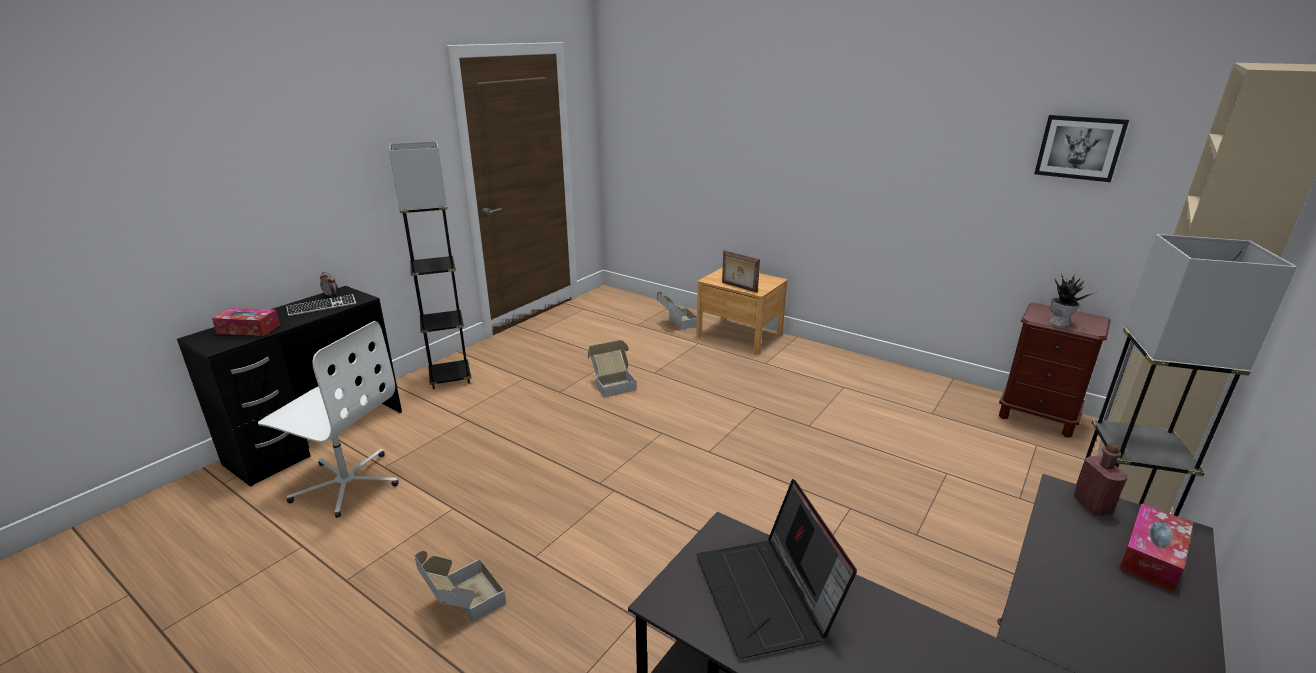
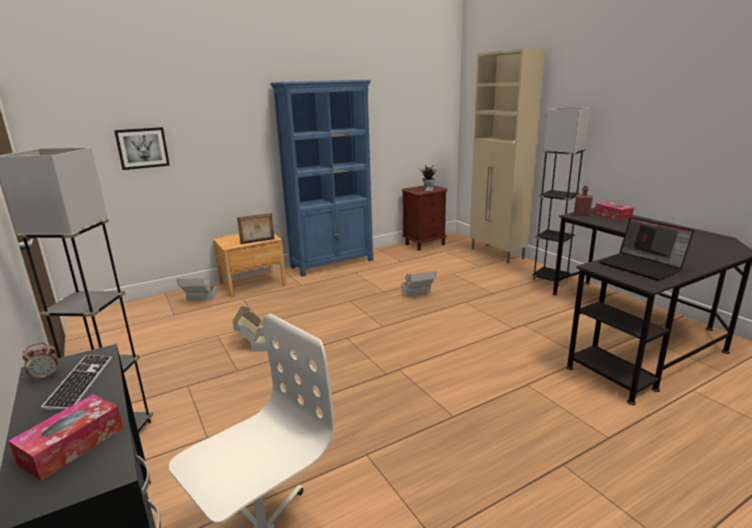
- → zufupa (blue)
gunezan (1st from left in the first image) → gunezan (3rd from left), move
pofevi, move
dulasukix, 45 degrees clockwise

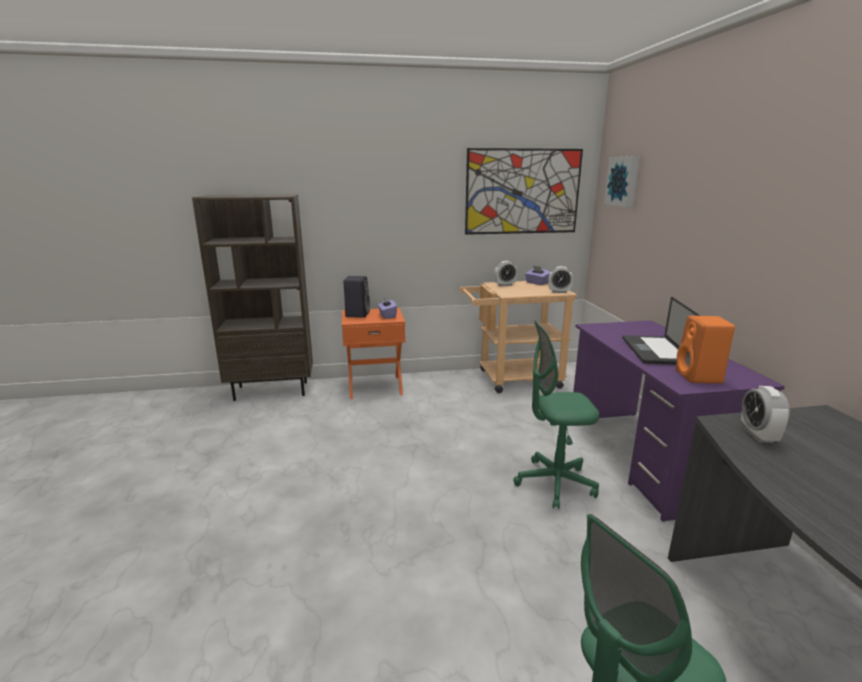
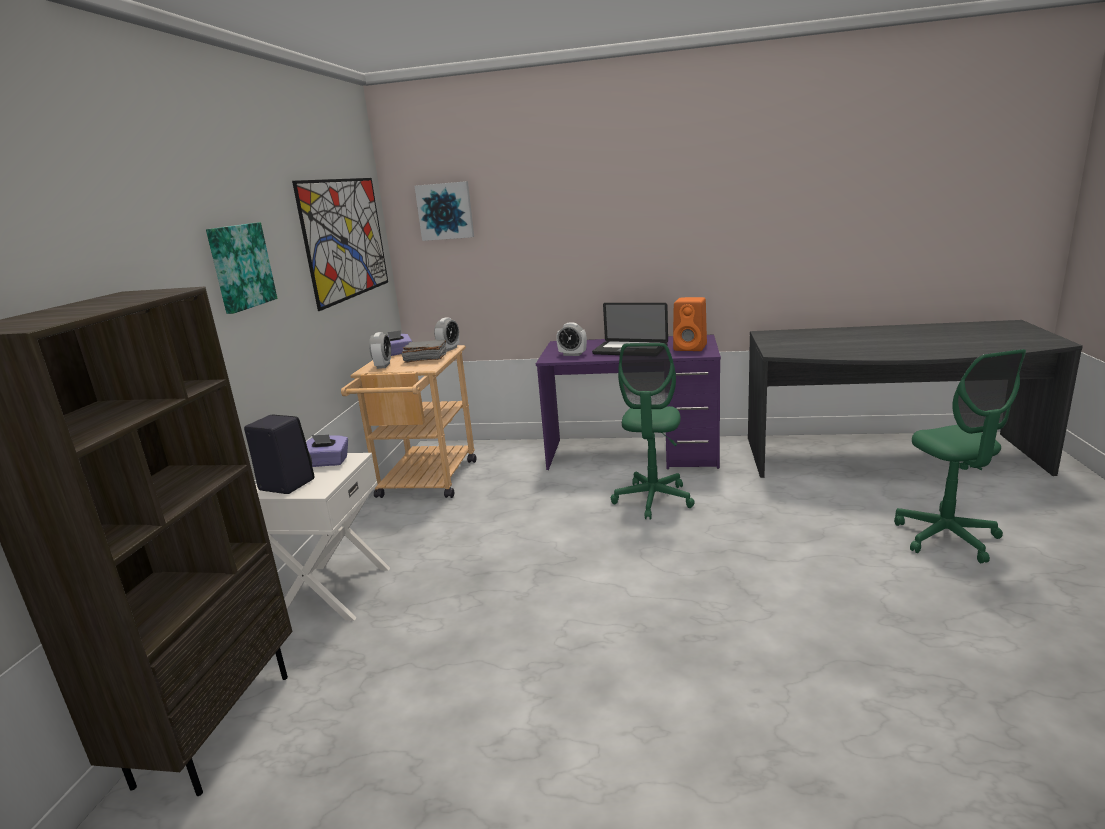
- → pofevi (1st from left)
- → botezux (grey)
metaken (3rd from left), move
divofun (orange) → divofun (white)

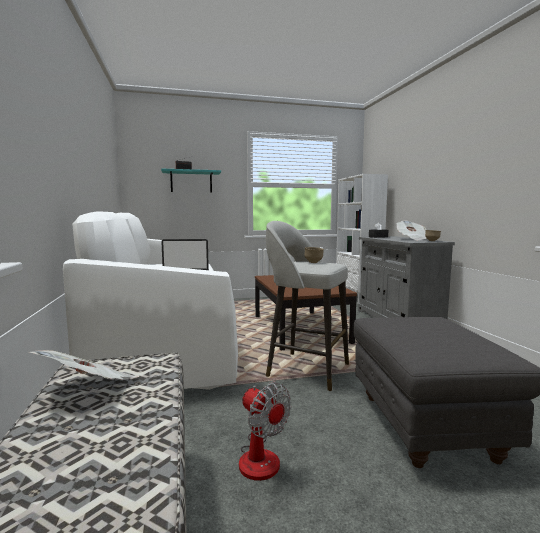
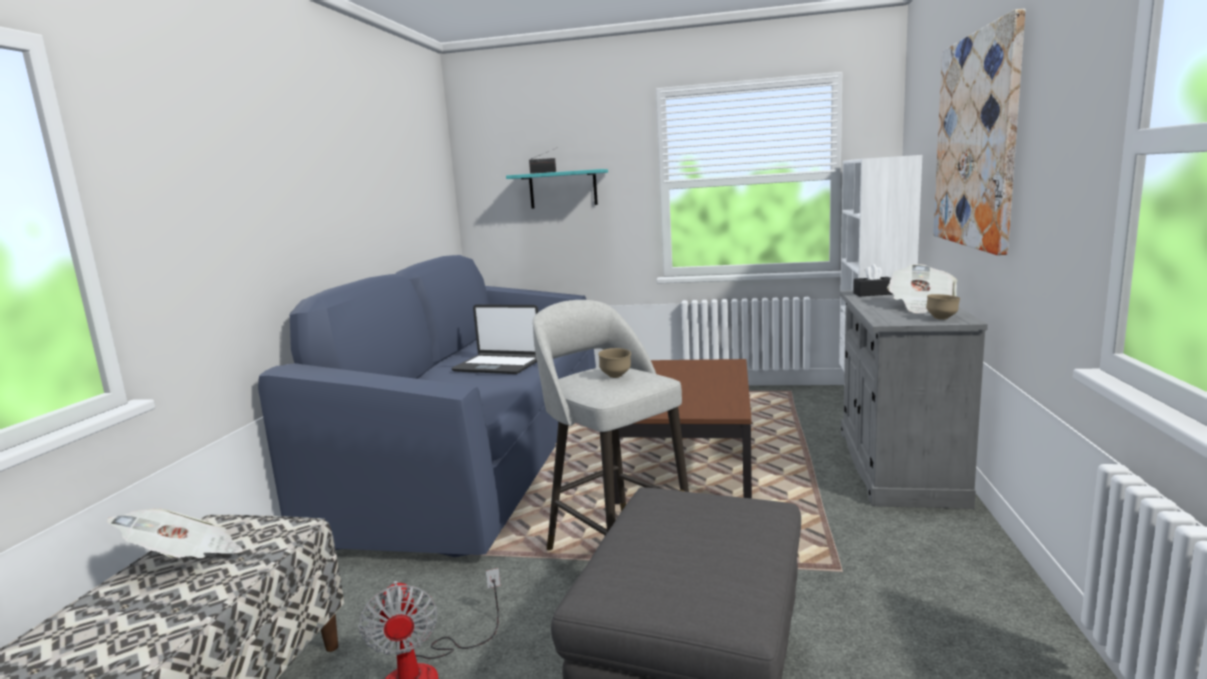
- → pofevi
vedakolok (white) → vedakolok (blue)

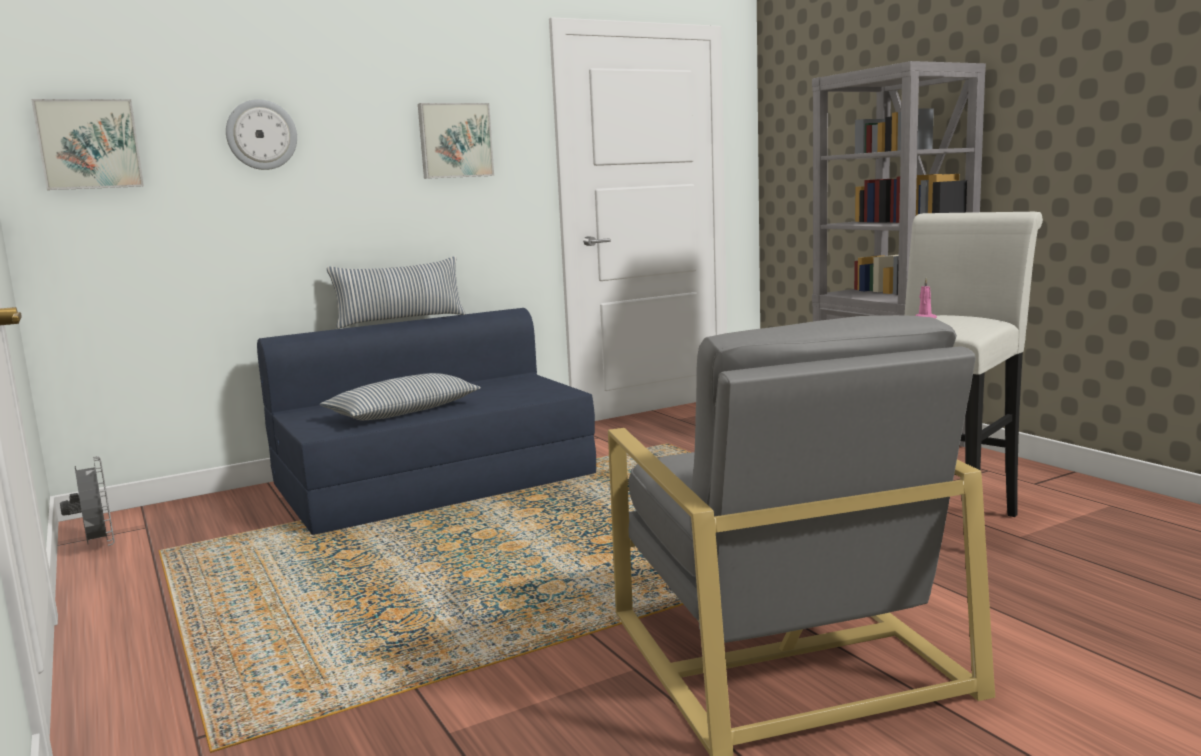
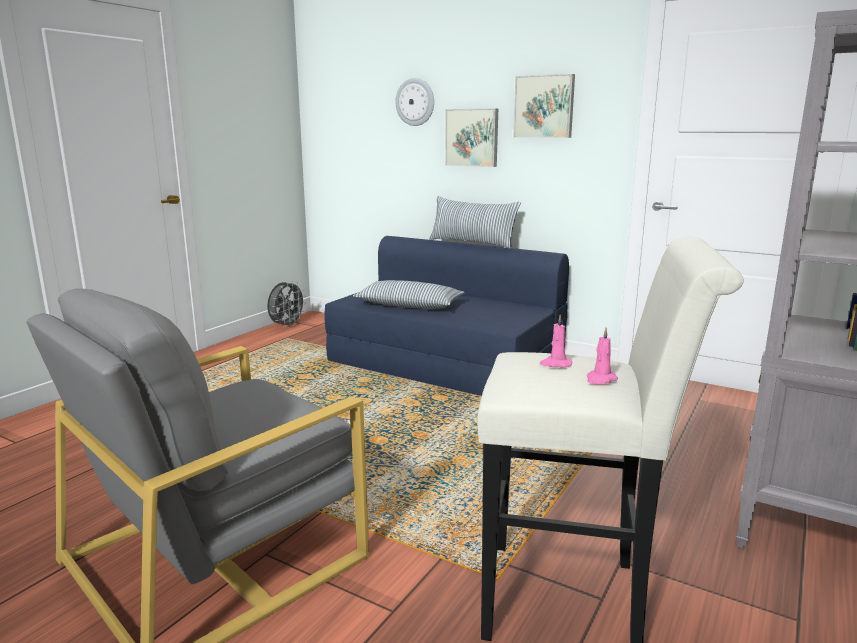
- → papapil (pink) (2nd from left)
pofevi (1st from left), move

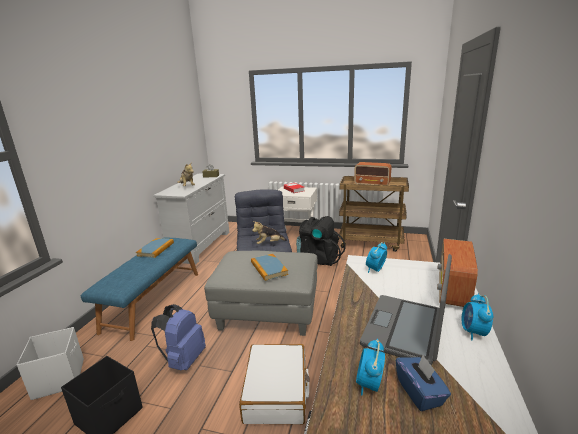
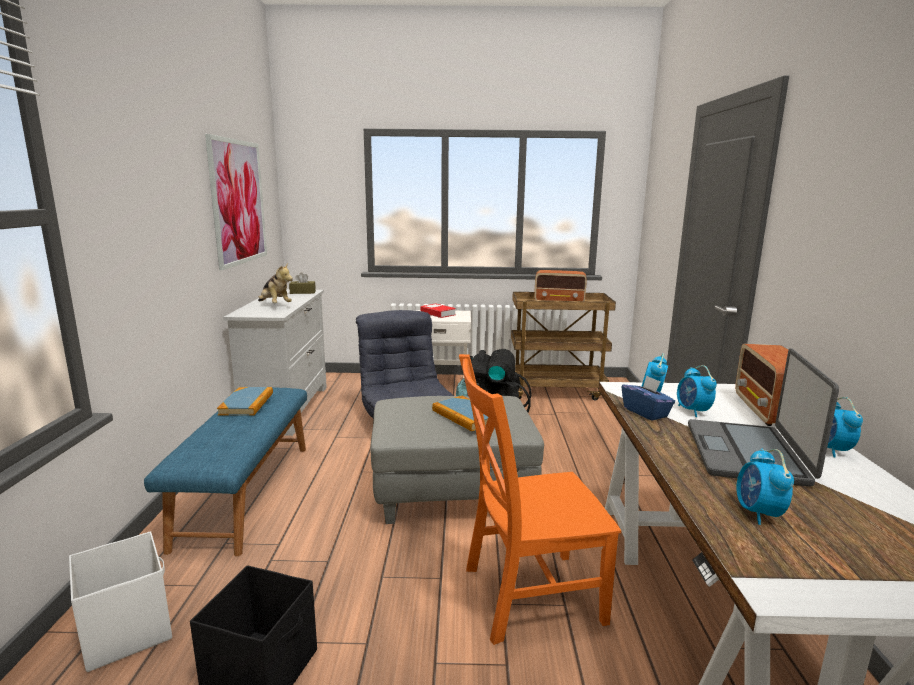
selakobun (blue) → -
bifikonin (2nd from left) → -
- → pofevi
- → metaken (2nd from left)
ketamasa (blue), move
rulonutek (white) → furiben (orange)

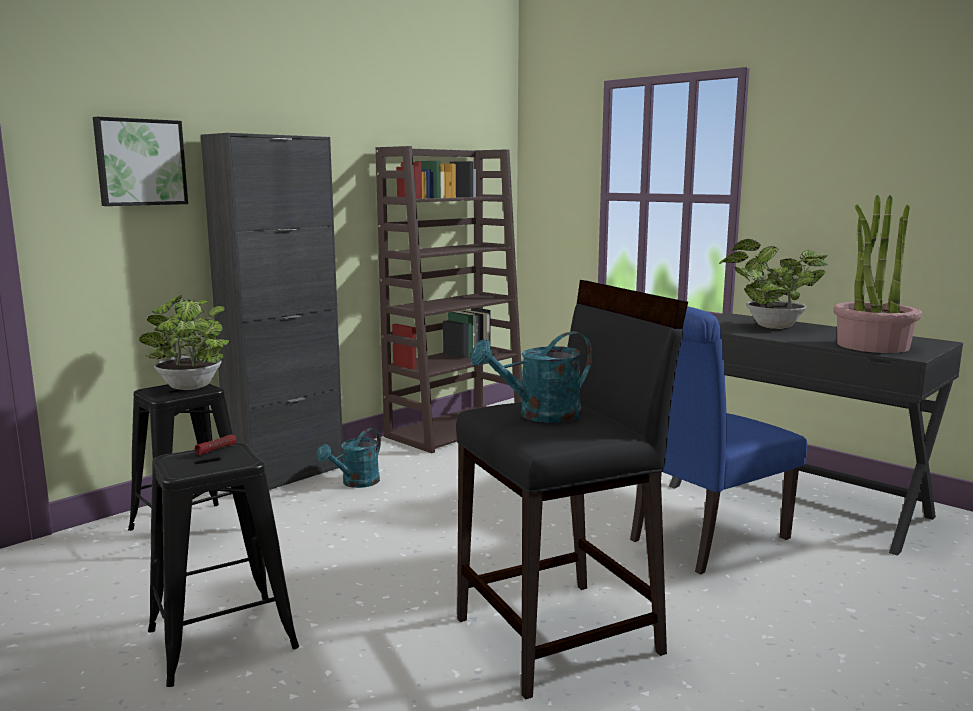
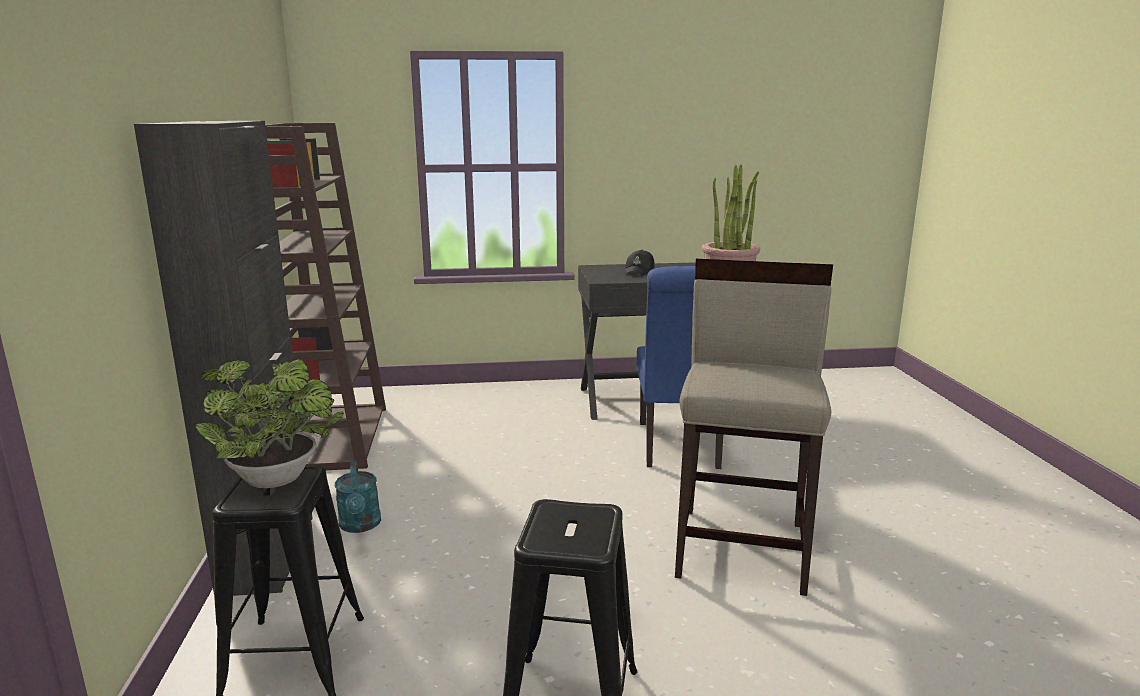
pofevi → -
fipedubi → -
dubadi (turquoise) (2nd from left) → -
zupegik (2nd from left) → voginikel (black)
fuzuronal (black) (3rd from left) → fuzuronal (beige)

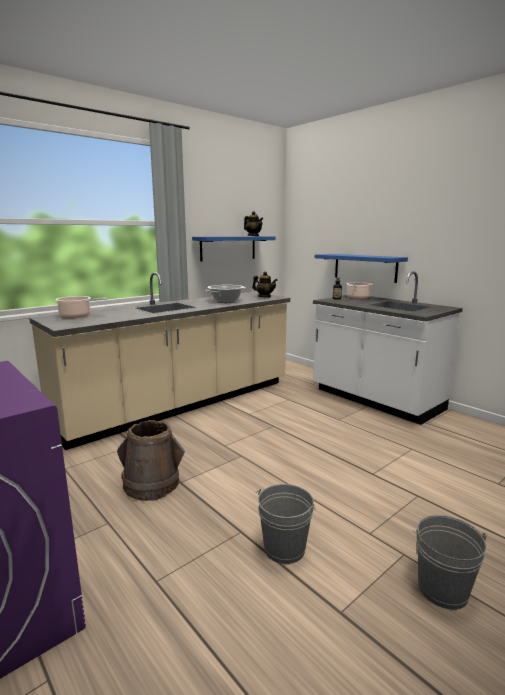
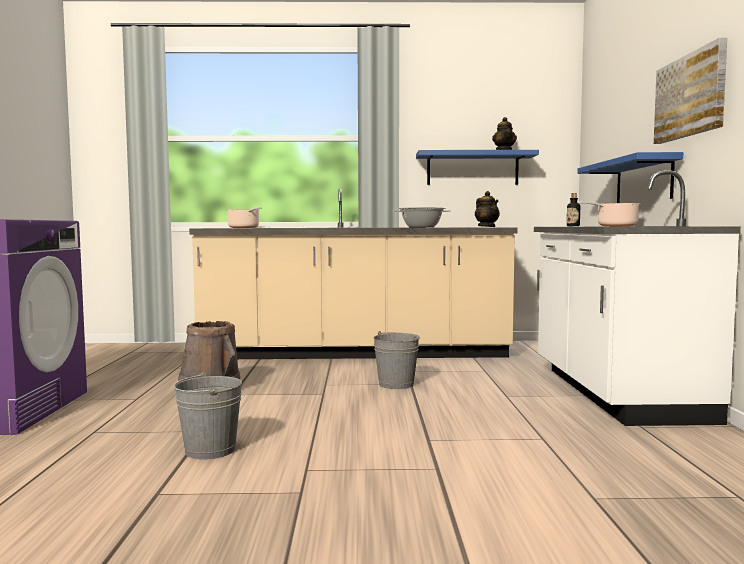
- → pofevi
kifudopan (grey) (2nd from left), move

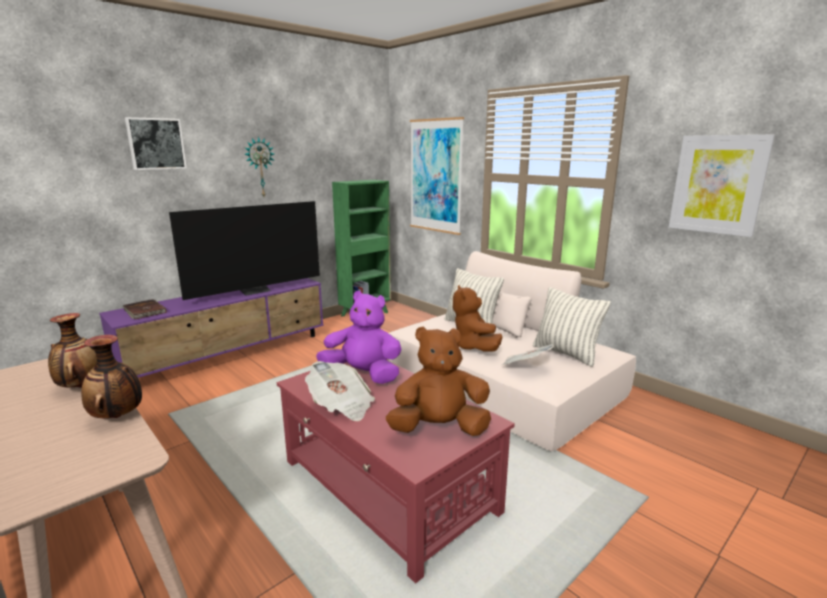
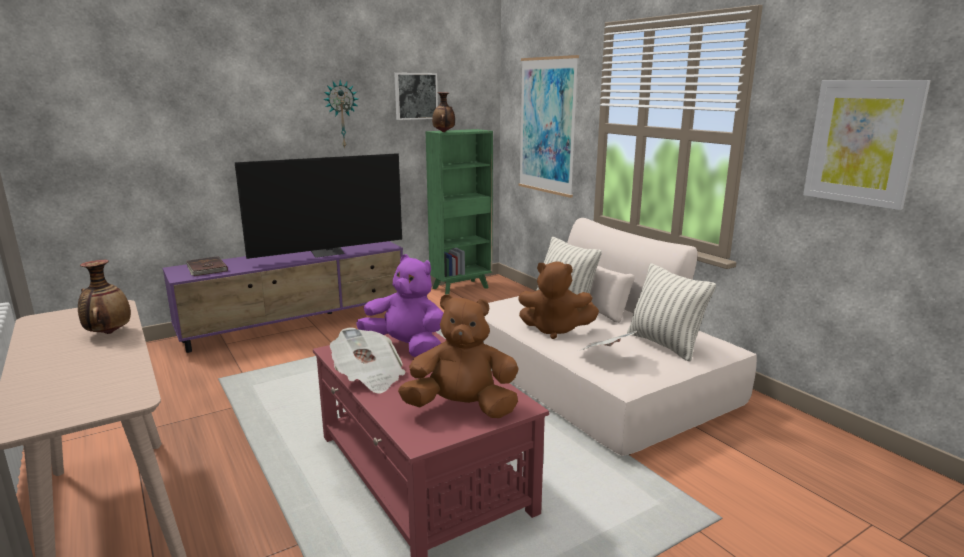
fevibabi (2nd from left), move
pofevi (1st from left), move
bifikonin (brown) (2nd from left), 75 degrees counterclockwise

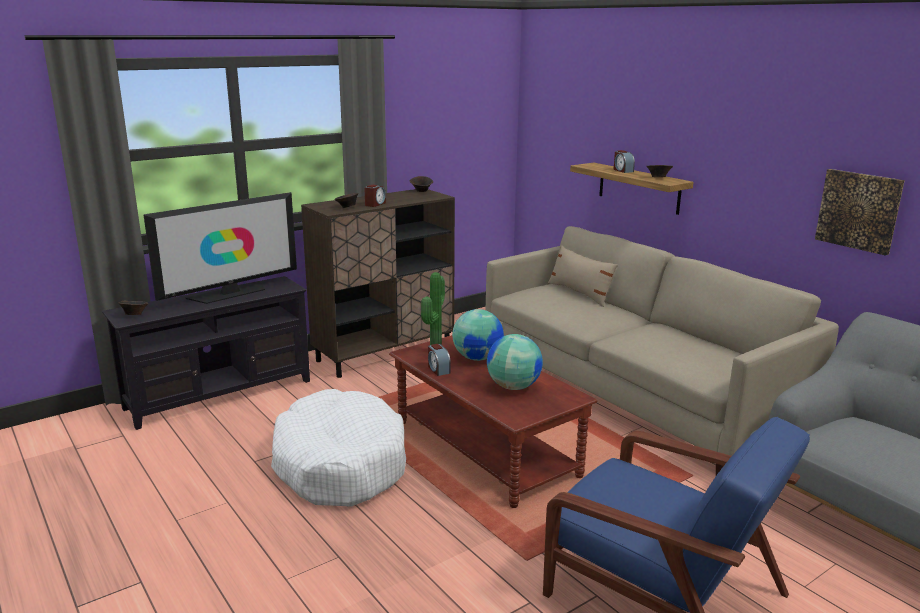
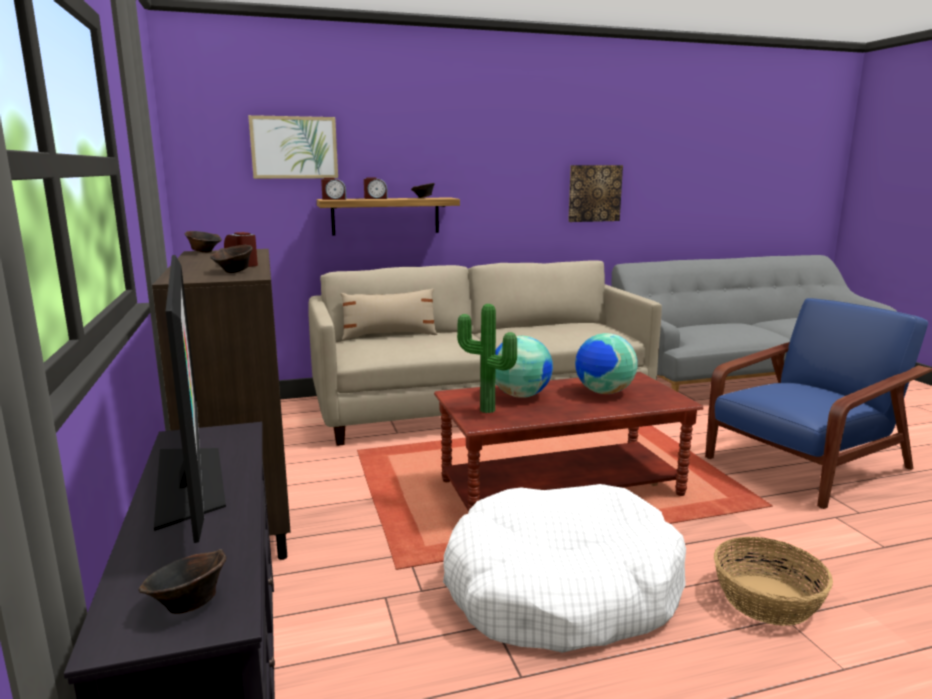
- → pofevi (1st from left)
- → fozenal
metaken (2nd from left), move

